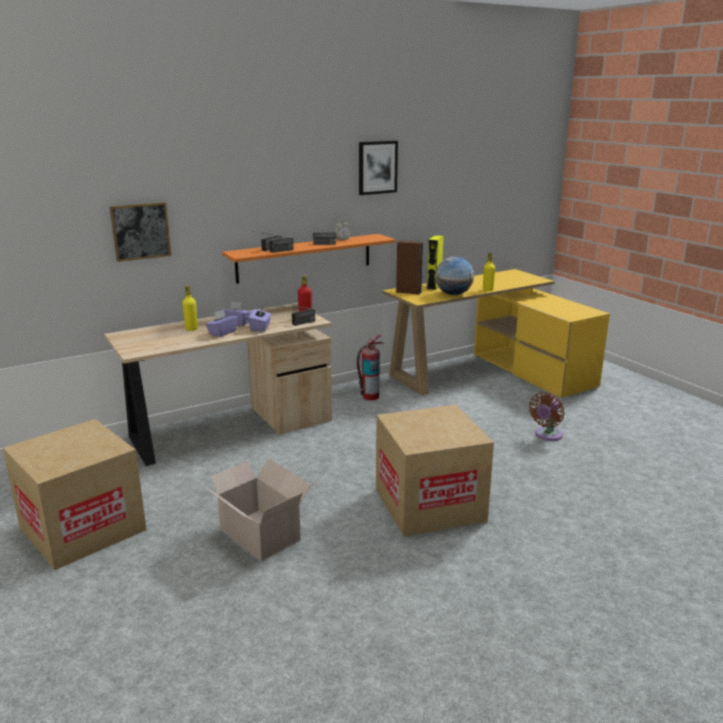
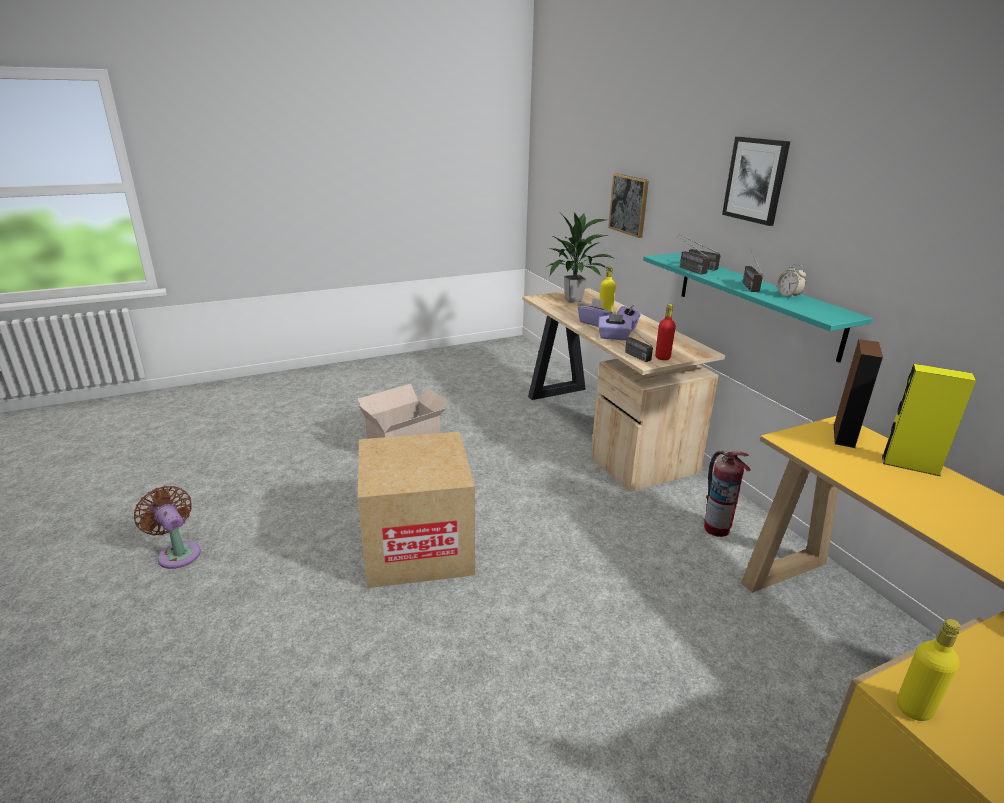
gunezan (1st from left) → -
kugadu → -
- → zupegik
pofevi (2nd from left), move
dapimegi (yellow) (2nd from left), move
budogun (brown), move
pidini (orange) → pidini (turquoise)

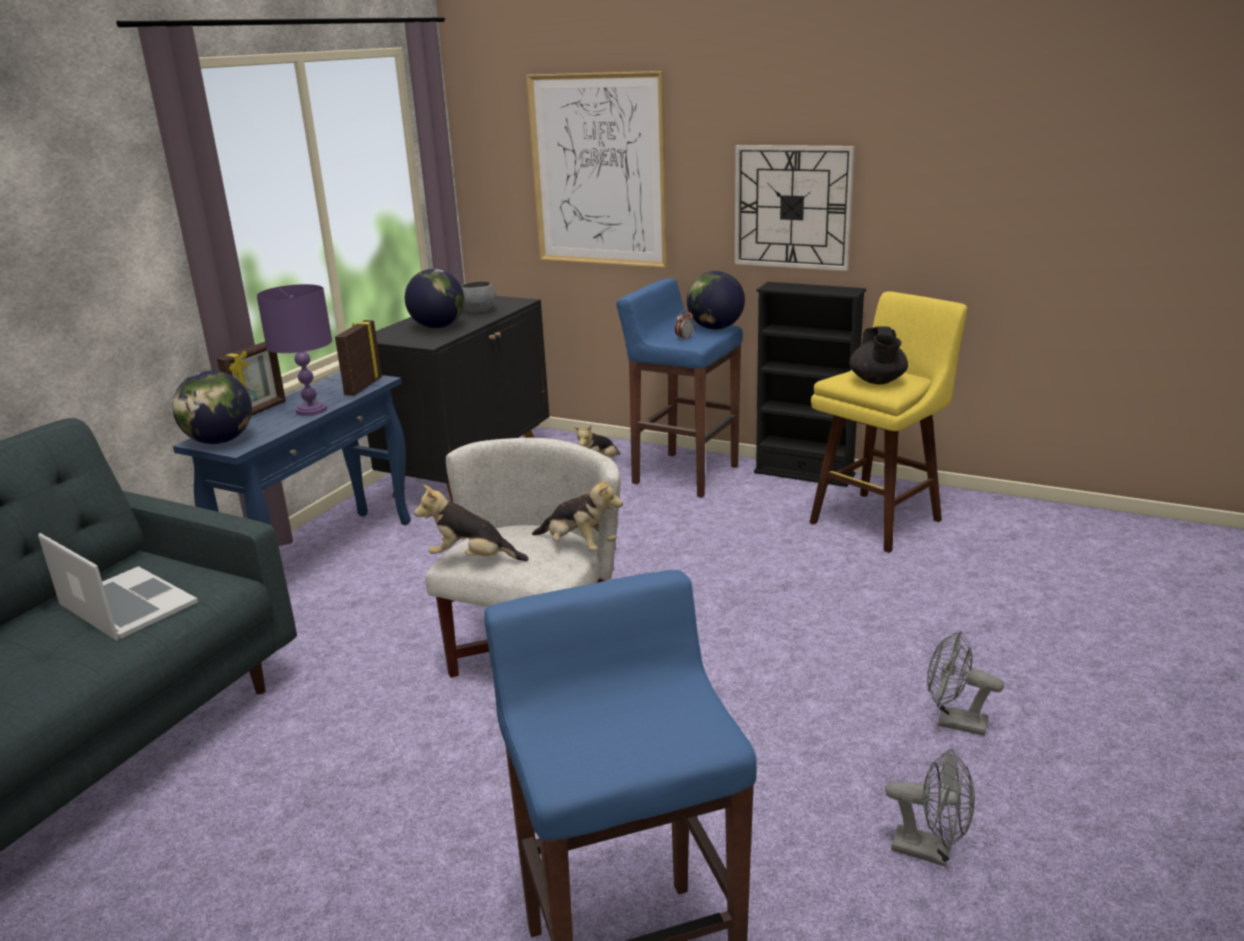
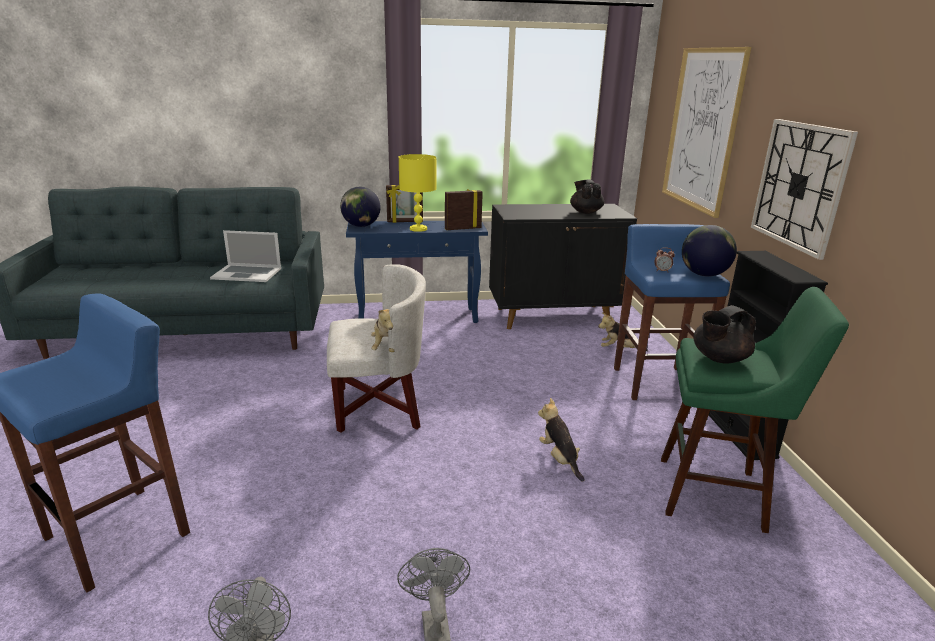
kugadu (2nd from left) → -
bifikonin (1st from left in the first image) → bifikonin (2nd from left), move
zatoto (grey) → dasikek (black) (1st from left)
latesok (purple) → latesok (yellow)
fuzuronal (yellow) → fuzuronal (green)
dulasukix, 90 degrees clockwise

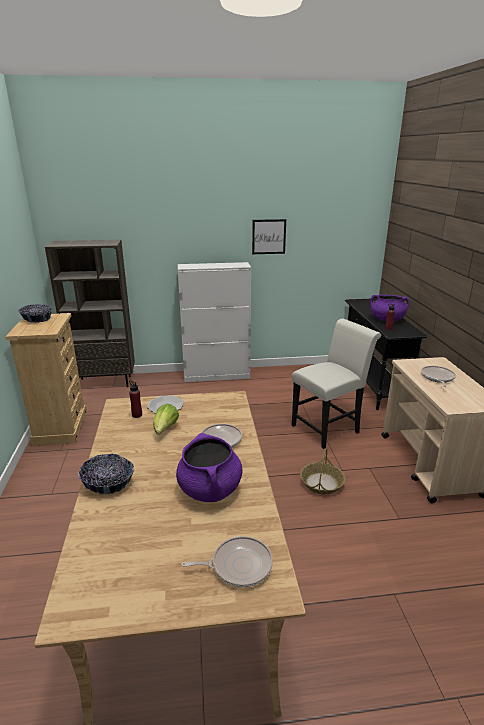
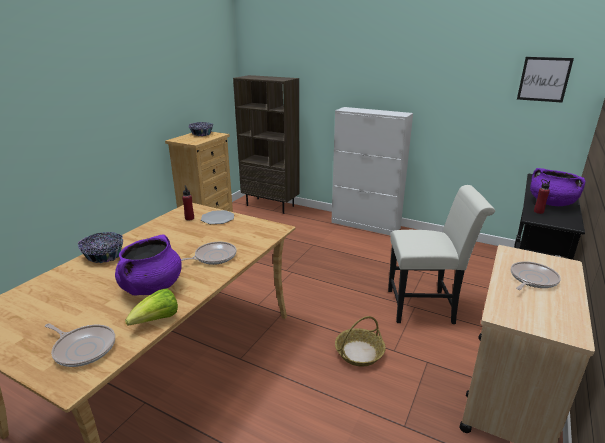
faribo, move
pofevi, move

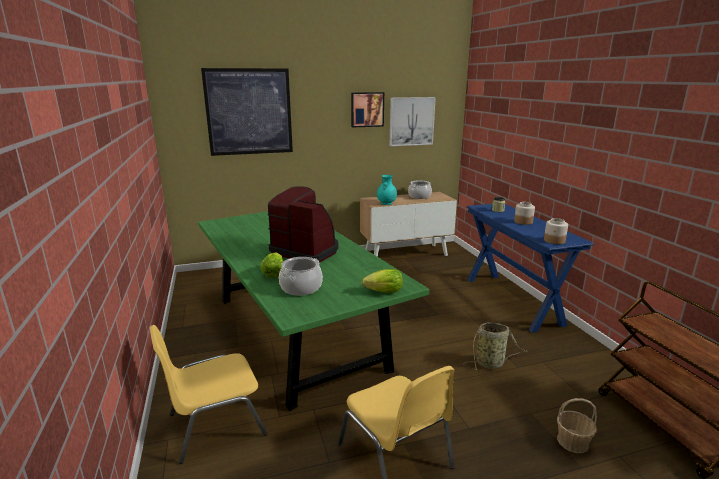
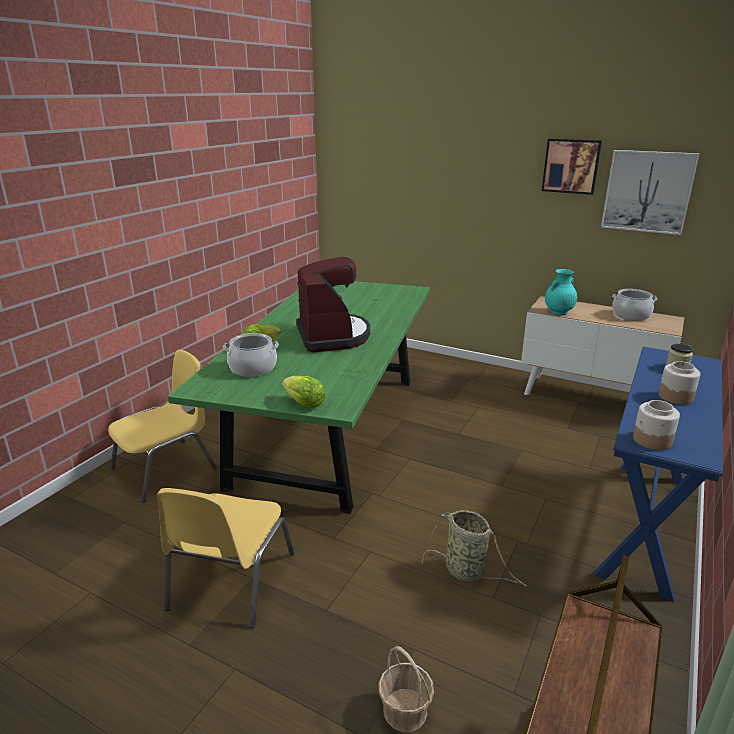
pofevi (1st from left) → -
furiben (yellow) (1st from left), 120 degrees clockwise

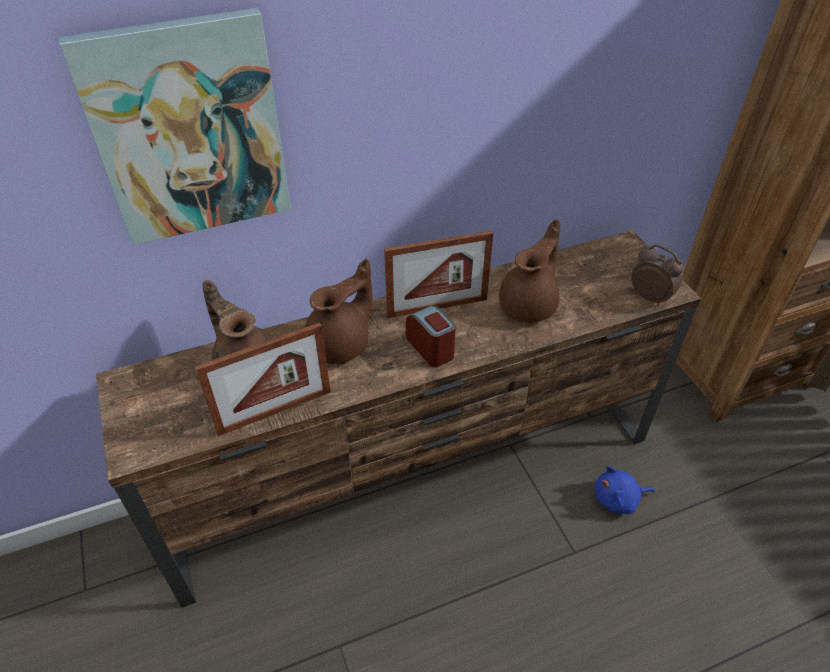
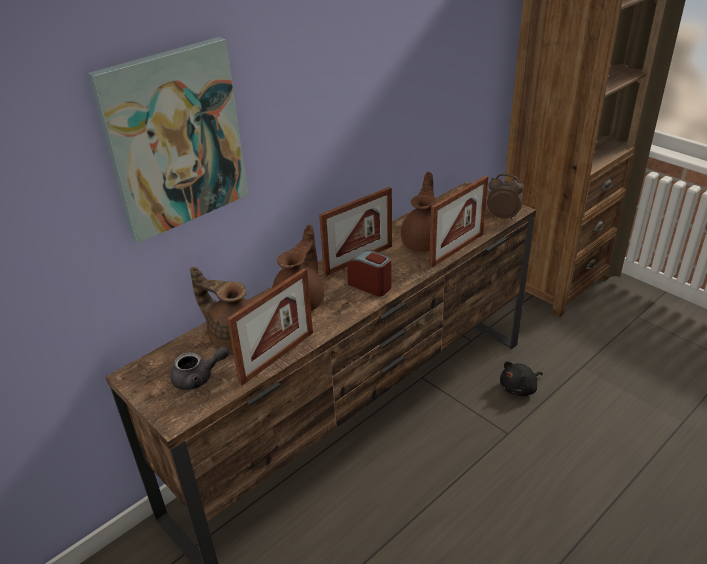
- → dasikek (grey)
- → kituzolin (3rd from left)
bifikonin (blue) → bifikonin (black)

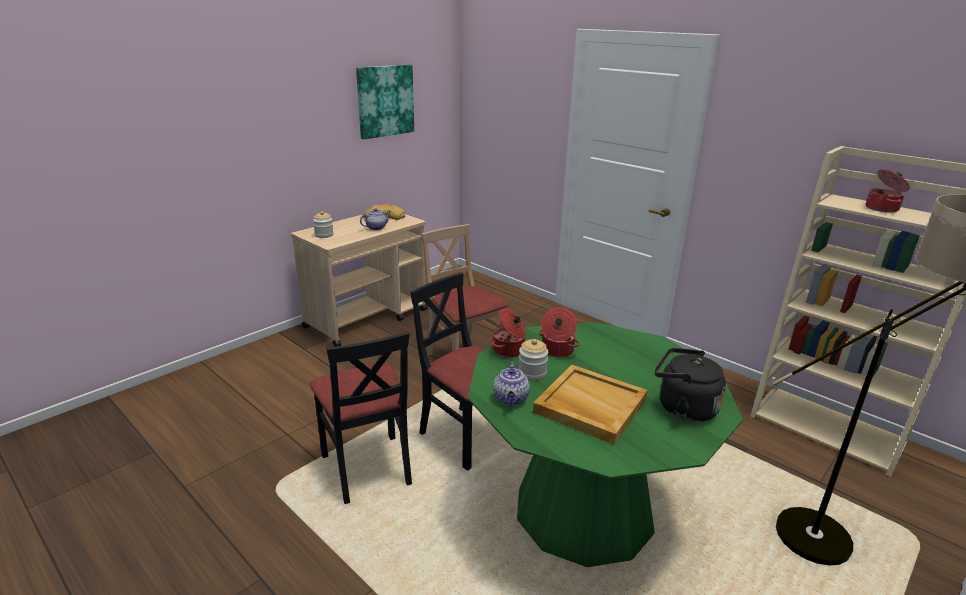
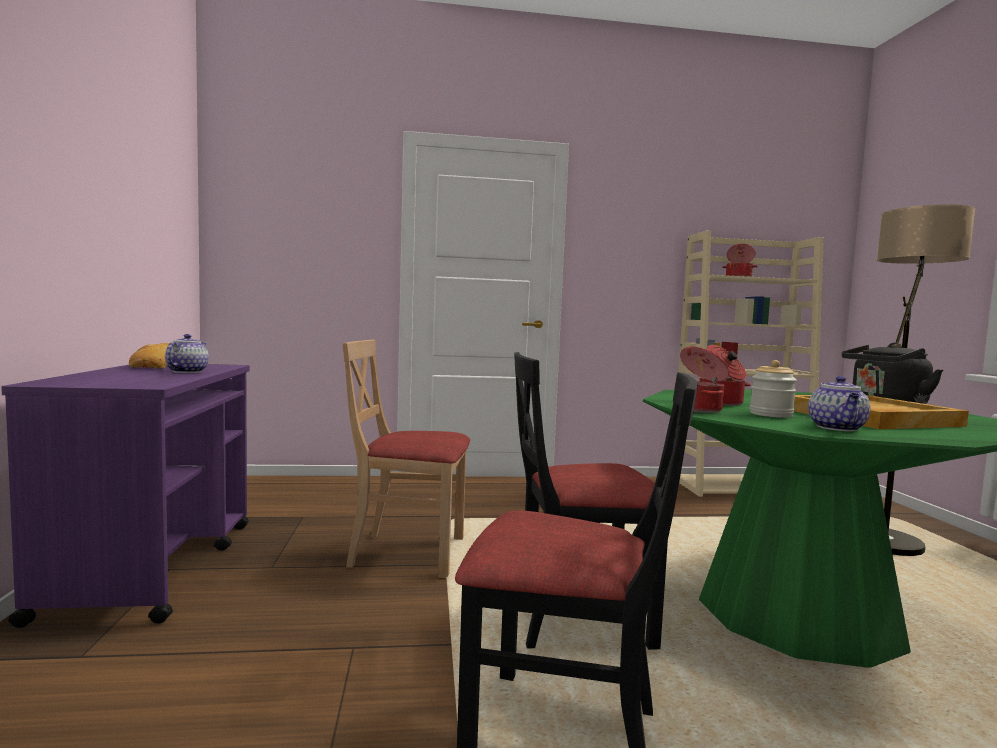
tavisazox (1st from left) → -
pofevi → -
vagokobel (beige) → vagokobel (purple)
dasikek (2nd from left), 60 degrees clockwise

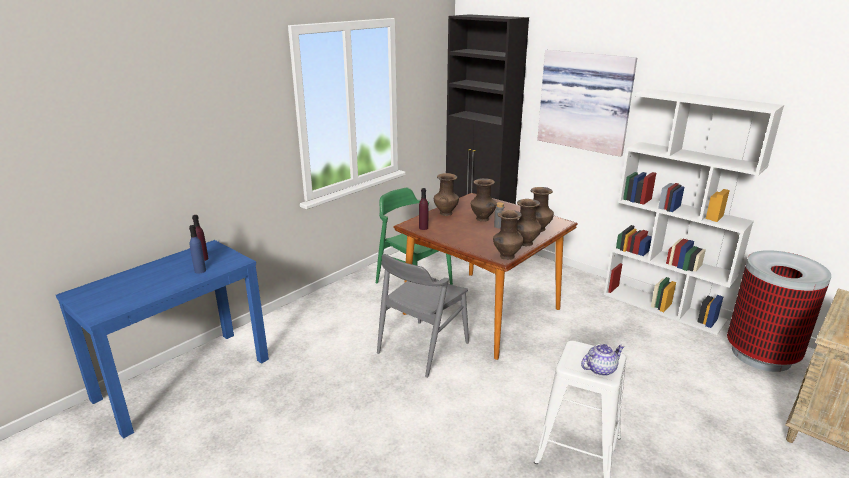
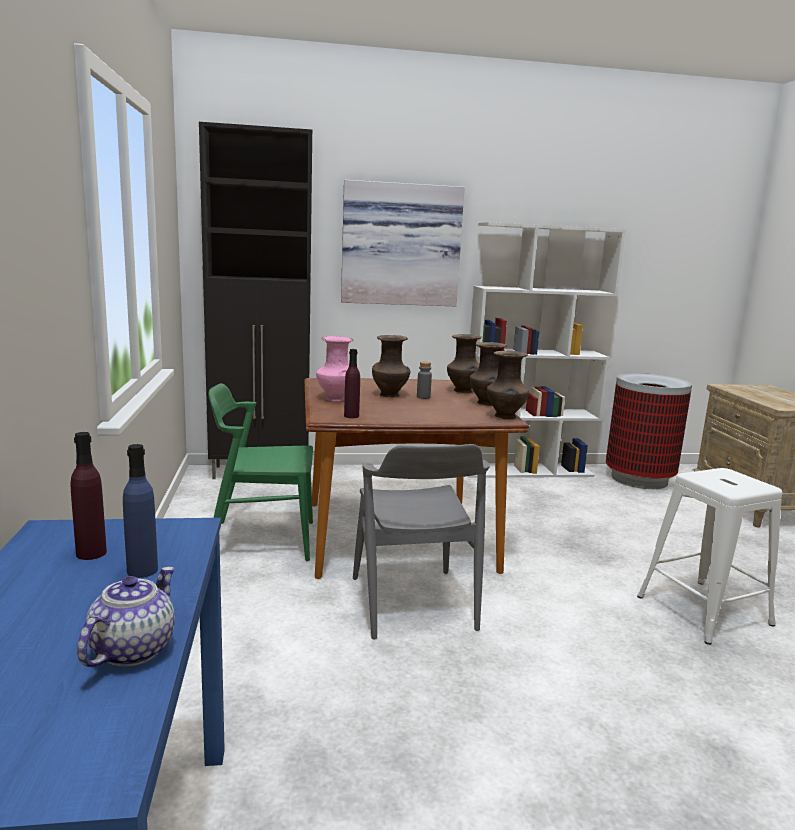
dasikek, move
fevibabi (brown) (1st from left) → fevibabi (pink)

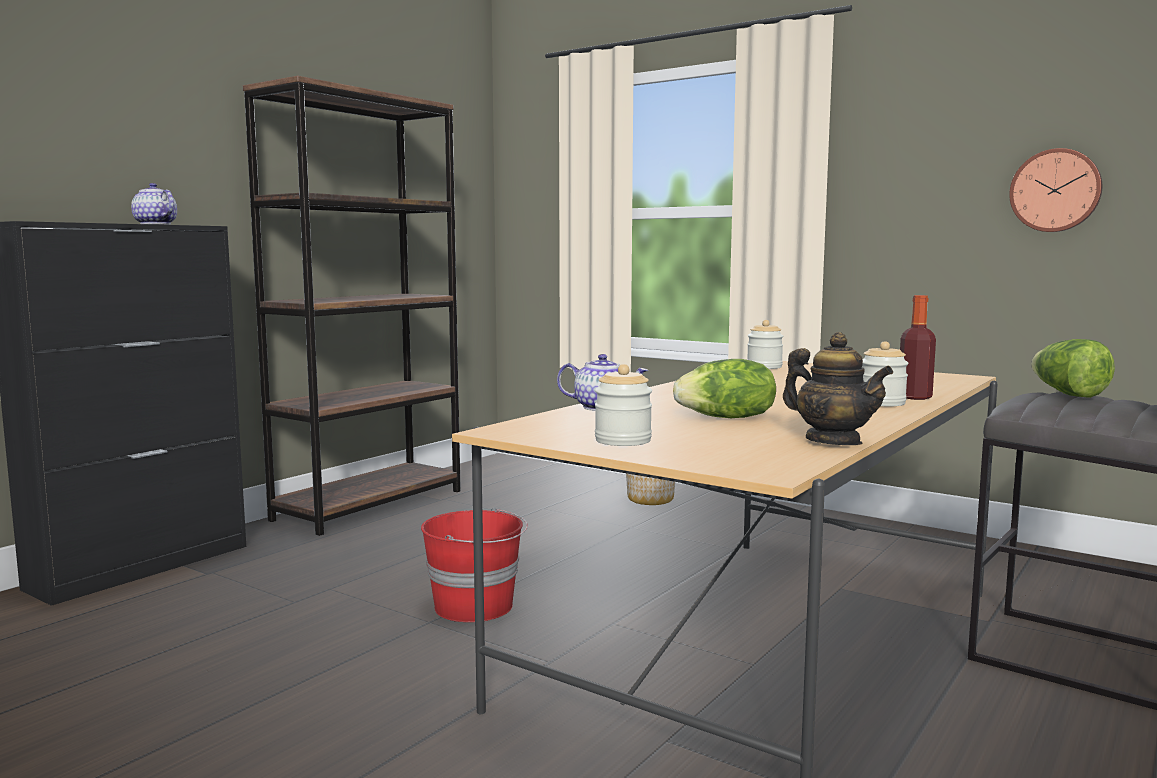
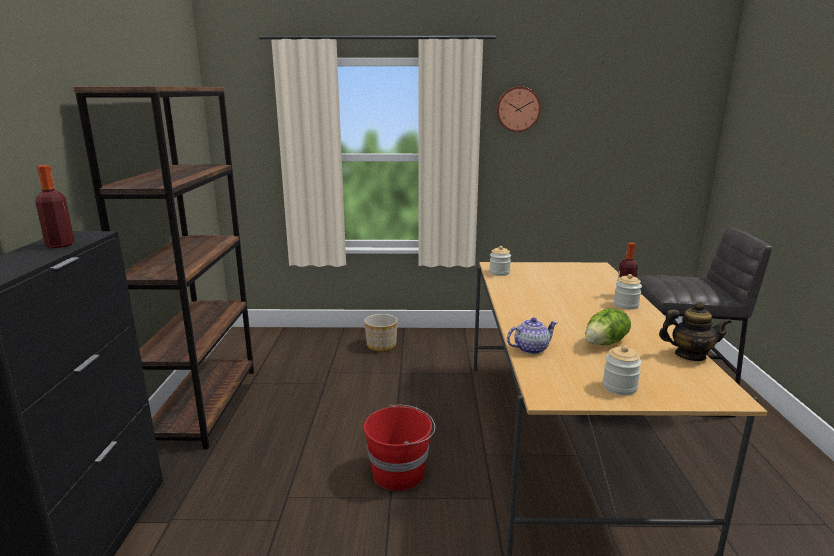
faribo (2nd from left) → -
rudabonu, move
dasikek (1st from left) → dapimegi (1st from left)

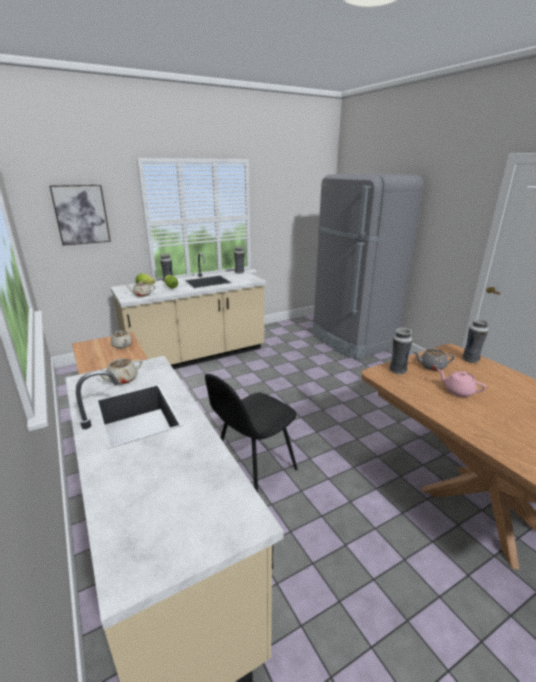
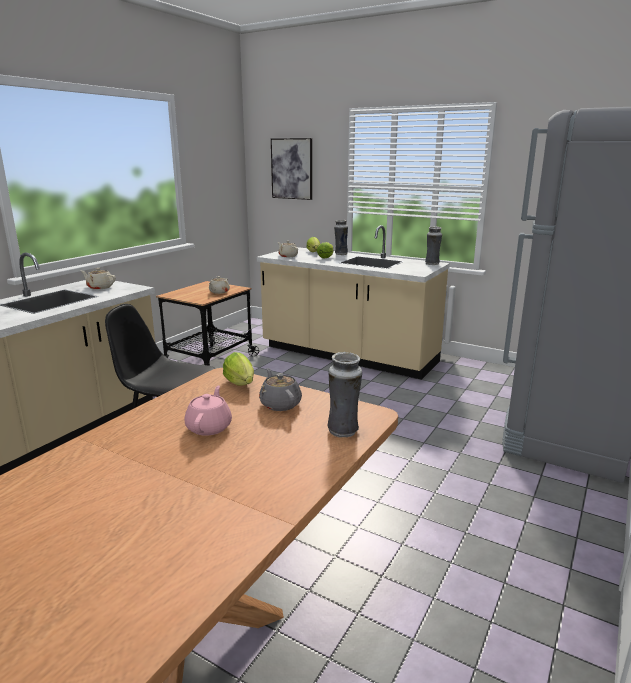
fevibabi (3rd from left) → faribo (1st from left)

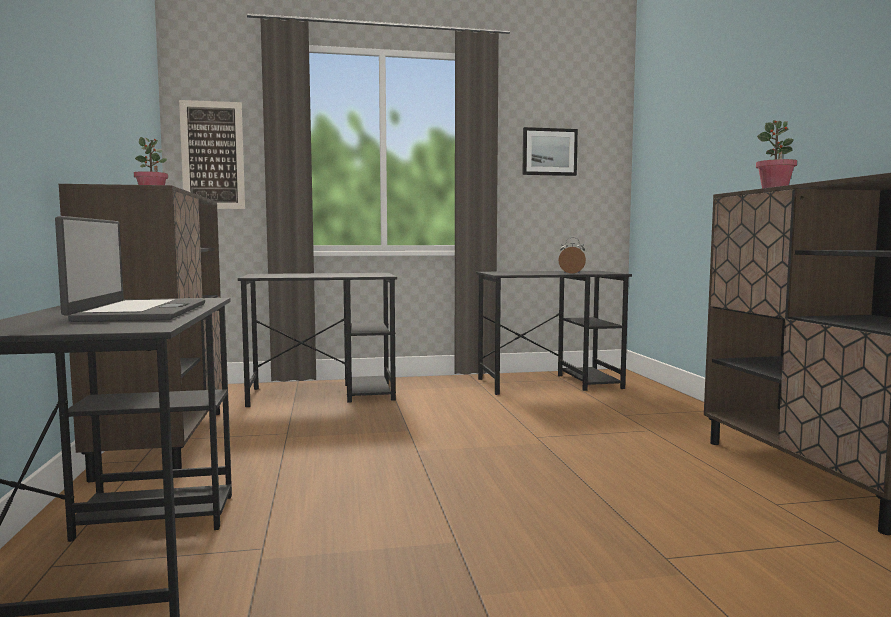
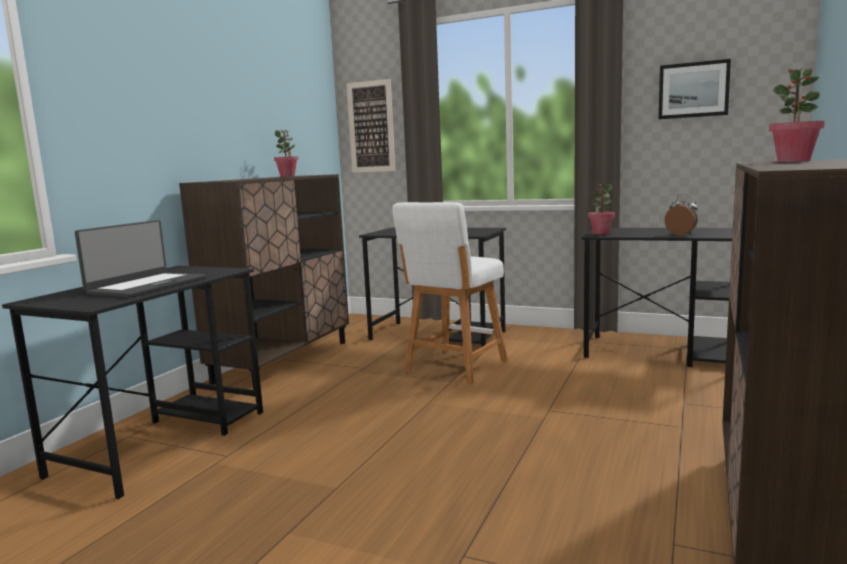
- → fuzuronal (white)
- → zupegik (2nd from left)

